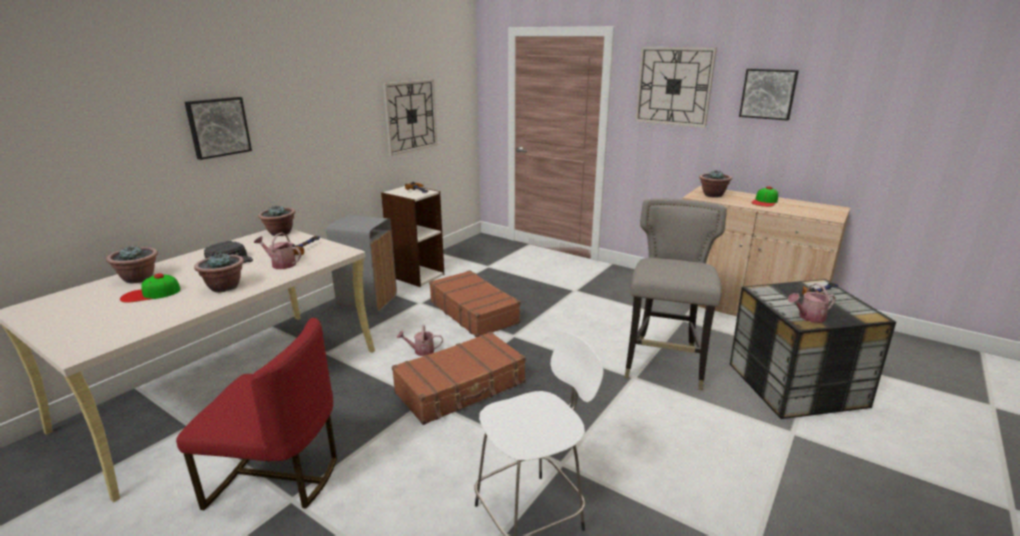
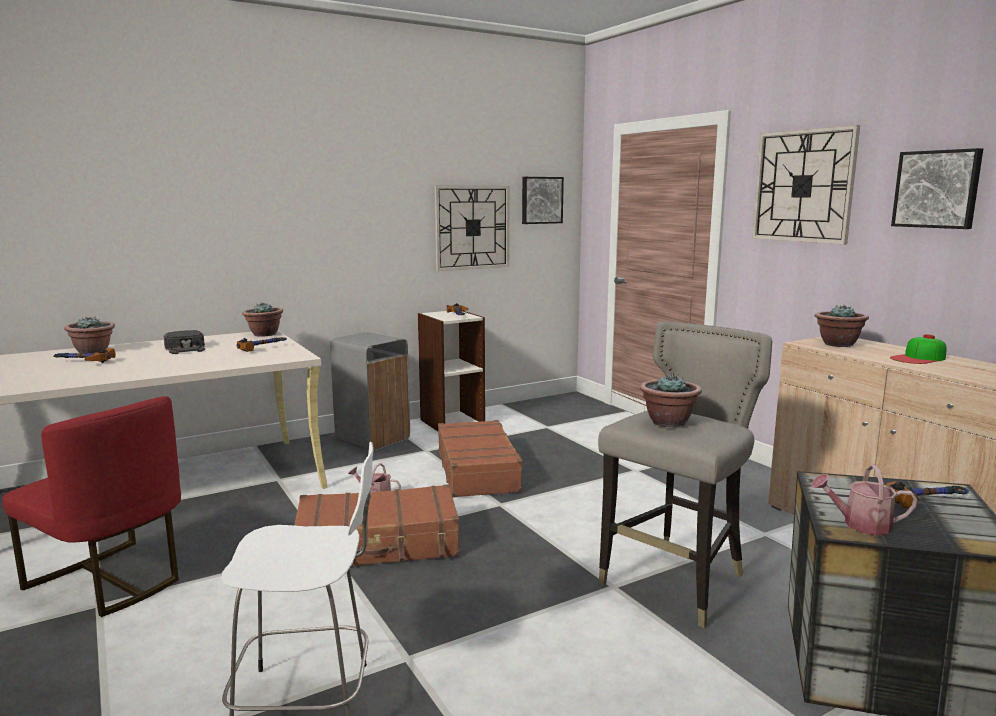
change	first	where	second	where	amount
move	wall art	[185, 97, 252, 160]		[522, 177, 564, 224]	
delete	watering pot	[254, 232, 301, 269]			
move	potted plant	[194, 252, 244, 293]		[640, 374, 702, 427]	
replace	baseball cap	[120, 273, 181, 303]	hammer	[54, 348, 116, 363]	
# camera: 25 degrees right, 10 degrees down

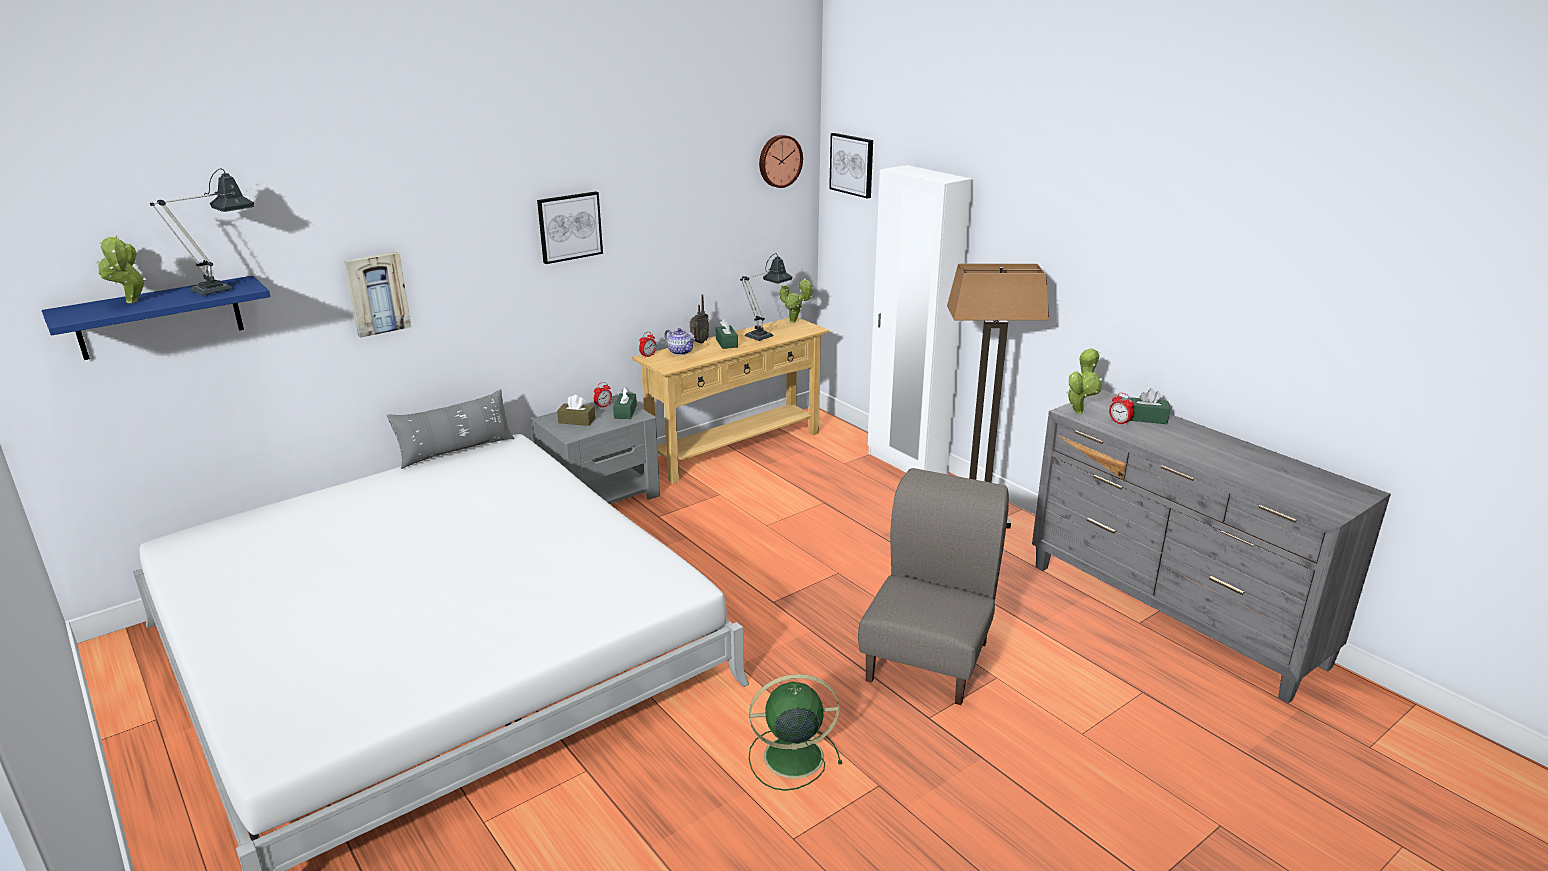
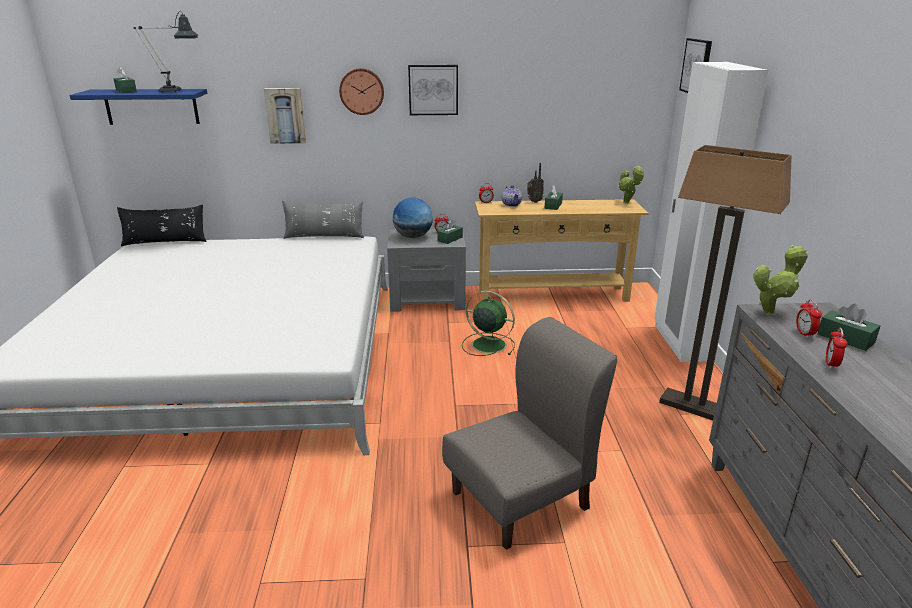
change	first	where	second	where	amount
move	wall clock	[759, 135, 803, 188]		[339, 68, 384, 115]	
replace	potted plant	[97, 235, 146, 303]	box of tissues in green-coloured	[114, 67, 137, 93]	
delete	lamp for a table	[740, 254, 793, 341]			
replace	box of tissues in brown	[557, 395, 595, 426]	desk globe	[393, 197, 433, 238]	
move	fan in green-coloured	[749, 674, 842, 791]		[462, 291, 515, 356]	
insert			throw pillow in blackish	[117, 204, 207, 246]	
insert			table clock	[826, 328, 847, 370]	
# camera: 35 degrees right, 0 degrees up

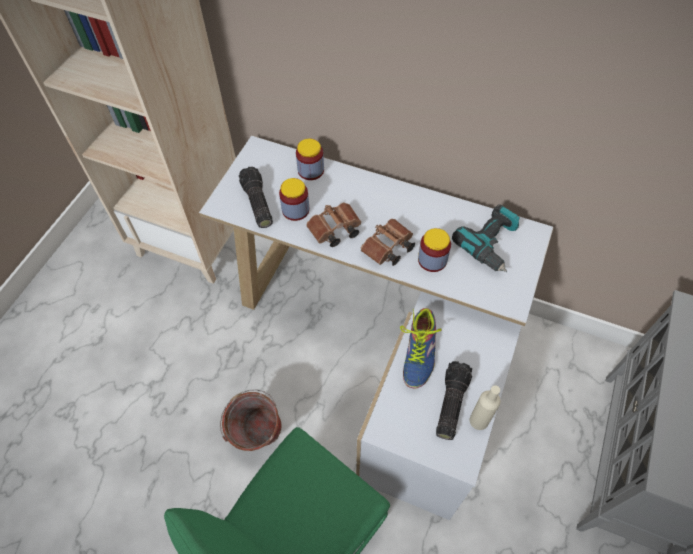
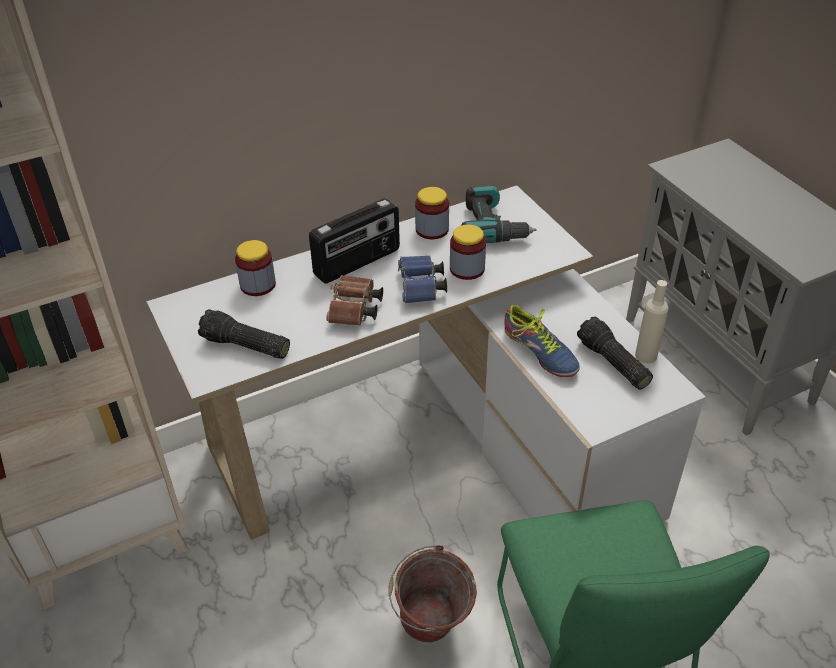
change	first	where	second	where	amount
move	preserve jar	[279, 178, 309, 221]		[415, 187, 449, 239]	
recolor	pair of binoculars in brown	[361, 219, 415, 266]	pair of binoculars in bluish	[398, 256, 447, 303]	
insert			radio	[309, 198, 400, 284]	
# camera: 50 degrees left, 15 degrees down

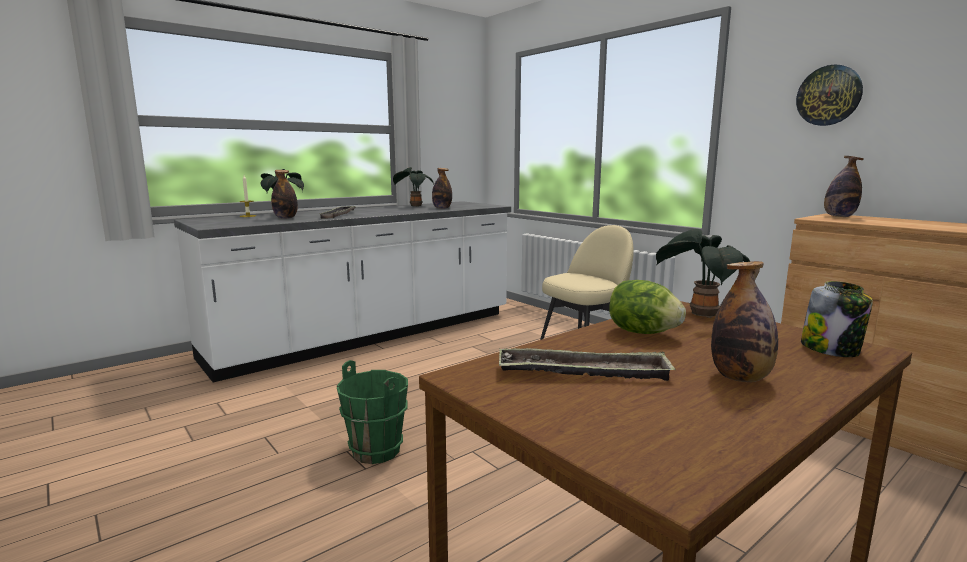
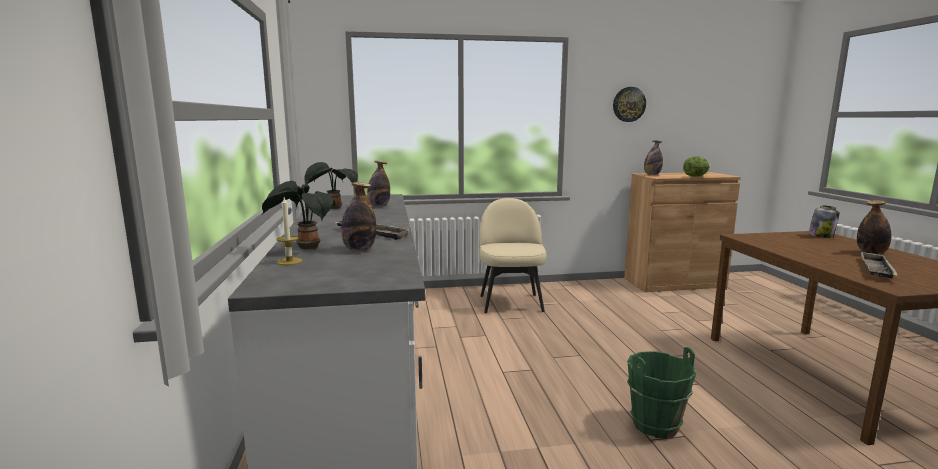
change	first	where	second	where	amount
delete	potted plant	[656, 229, 750, 318]			
move	lettuce	[609, 280, 686, 334]		[683, 156, 710, 177]	
# camera: 60 degrees left, 0 degrees up

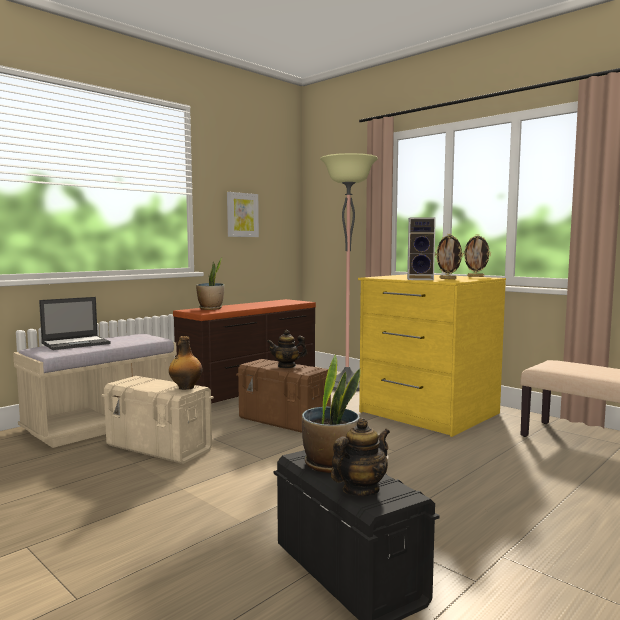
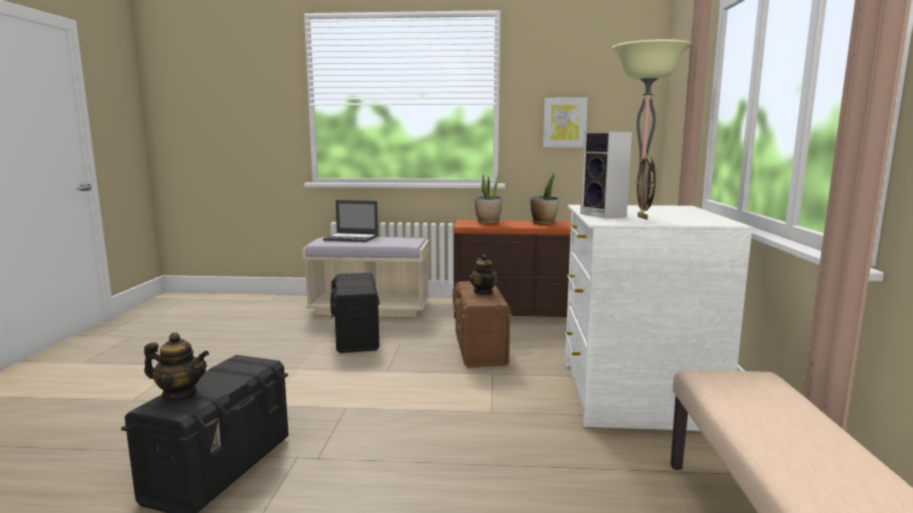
change	first	where	second	where	amount
delete	photo frame	[463, 234, 491, 277]			
recolor	dresser in yellow	[358, 274, 506, 437]	dresser in white-coloured	[565, 205, 753, 431]	
rotate	tea pot	[267, 330, 307, 368]		[469, 254, 498, 295]	150 degrees counterclockwise
delete	bottle	[169, 336, 203, 390]			
move	potted plant	[302, 355, 361, 473]		[530, 170, 559, 224]	
recolor	storage box in beige	[102, 376, 214, 464]	storage box in blackish	[330, 273, 380, 353]	
# camera: 50 degrees right, 5 degrees up

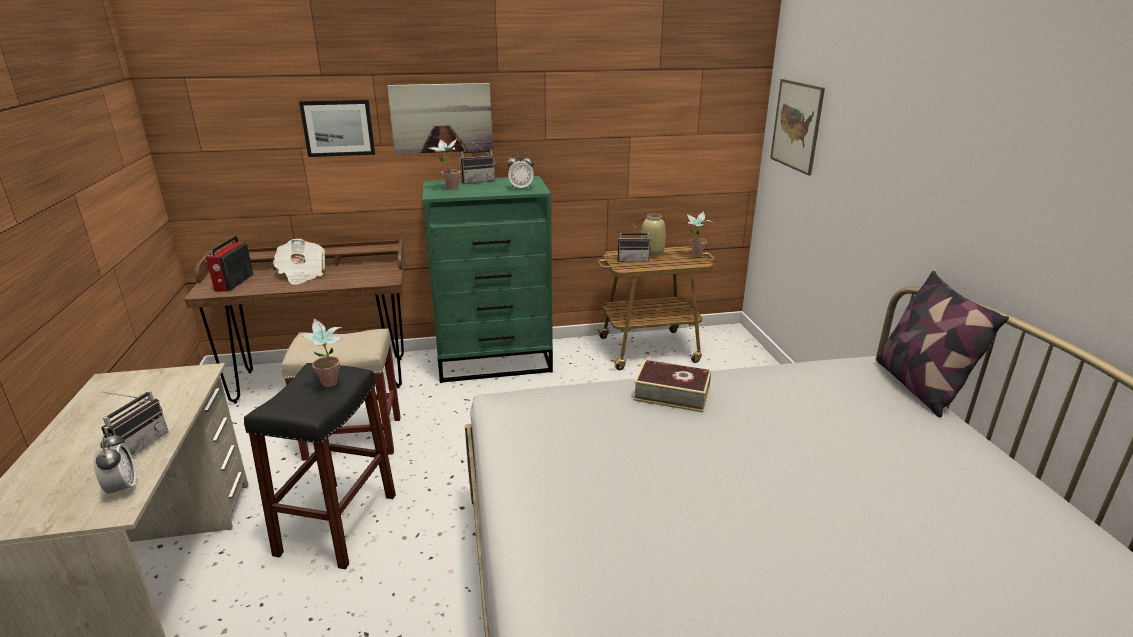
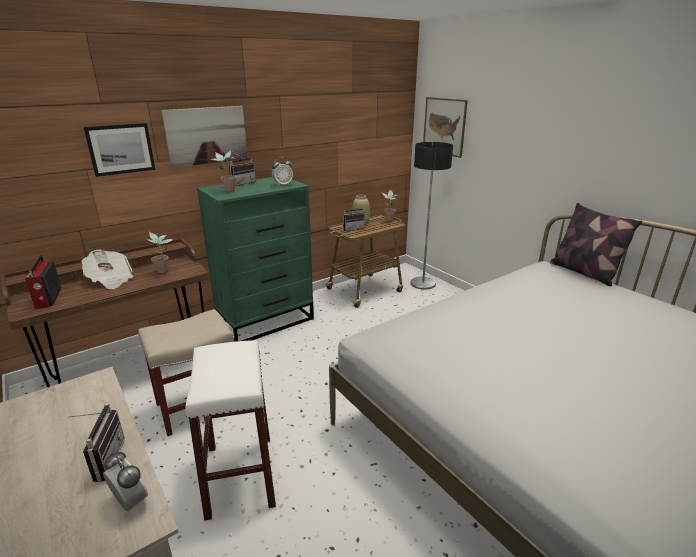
change	first	where	second	where	amount
move	potted plant	[299, 318, 342, 387]		[146, 232, 174, 273]	
delete	bound book	[633, 360, 711, 412]			
recolor	stool seat in blackish	[244, 363, 396, 569]	stool seat in white-coloured	[186, 340, 276, 521]	
insert			standard lamp	[410, 142, 453, 290]	
# camera: 25 degrees left, 0 degrees up

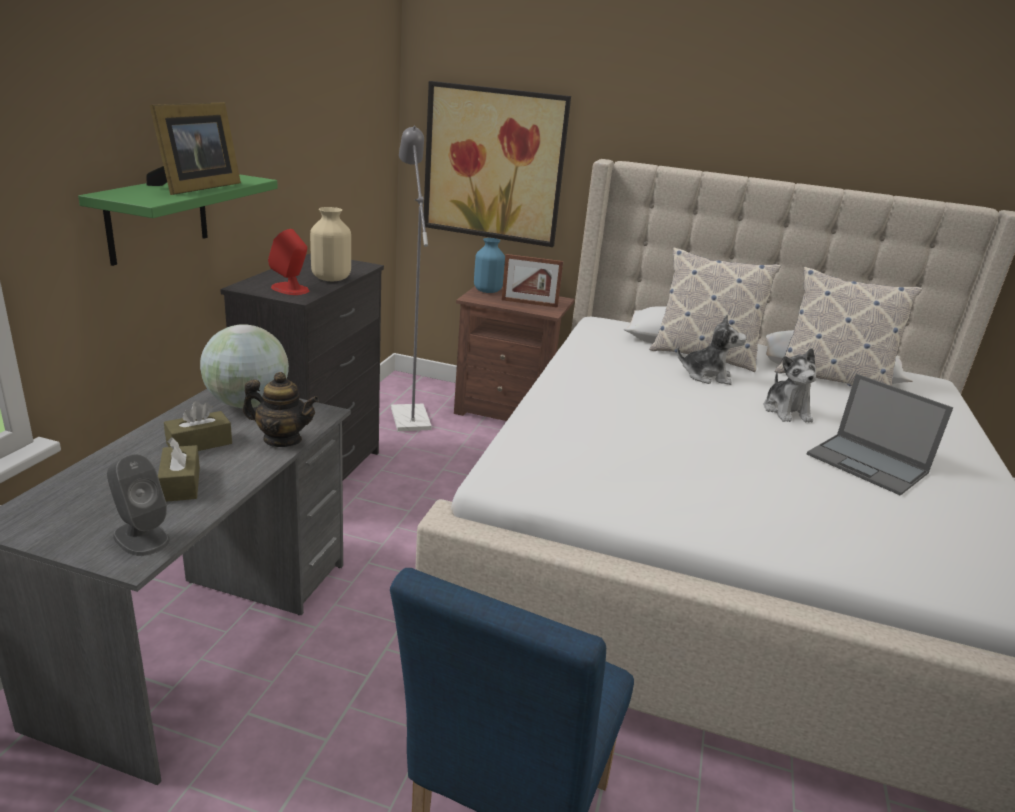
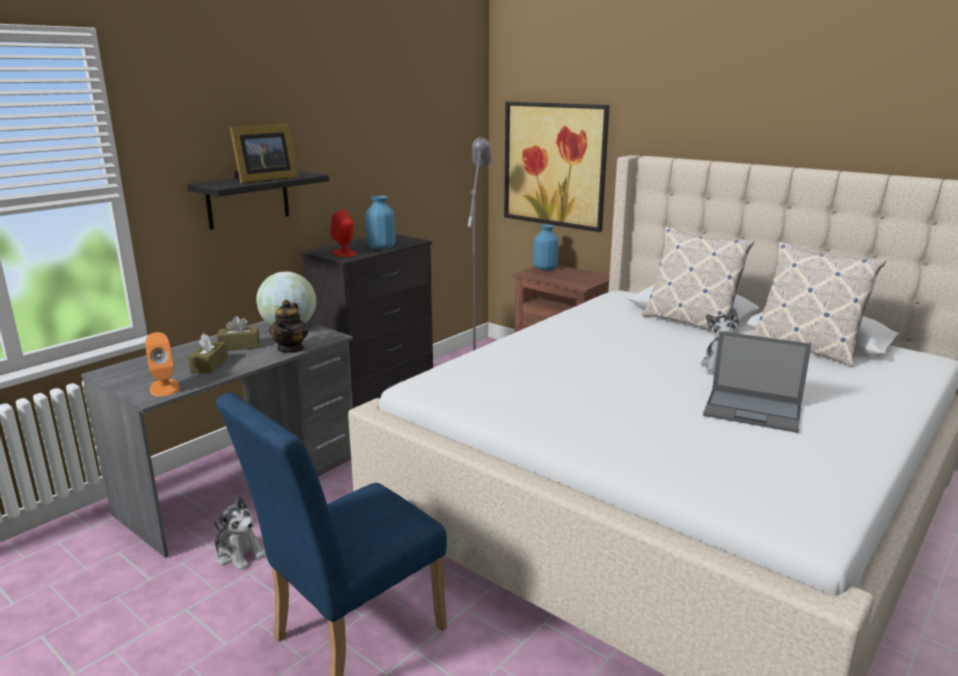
change	first	where	second	where	amount
recolor	wall shelf in green-coloured	[78, 174, 278, 266]	wall shelf in blackish	[187, 171, 329, 230]	
recolor	vase in beige	[310, 207, 351, 281]	vase in bluish	[365, 196, 396, 250]	
delete	photo frame	[502, 254, 563, 308]			
move	plush toy	[677, 314, 747, 385]		[213, 496, 266, 570]	
rotate	tea pot	[243, 372, 319, 447]		[269, 300, 308, 353]	60 degrees clockwise
rotate	notebook computer	[807, 374, 953, 496]		[703, 331, 812, 433]	45 degrees counterclockwise
recolor	loudspeaker in greyish	[107, 454, 170, 556]	loudspeaker in orangey	[145, 332, 179, 396]	
# camera: 25 degrees right, 5 degrees down

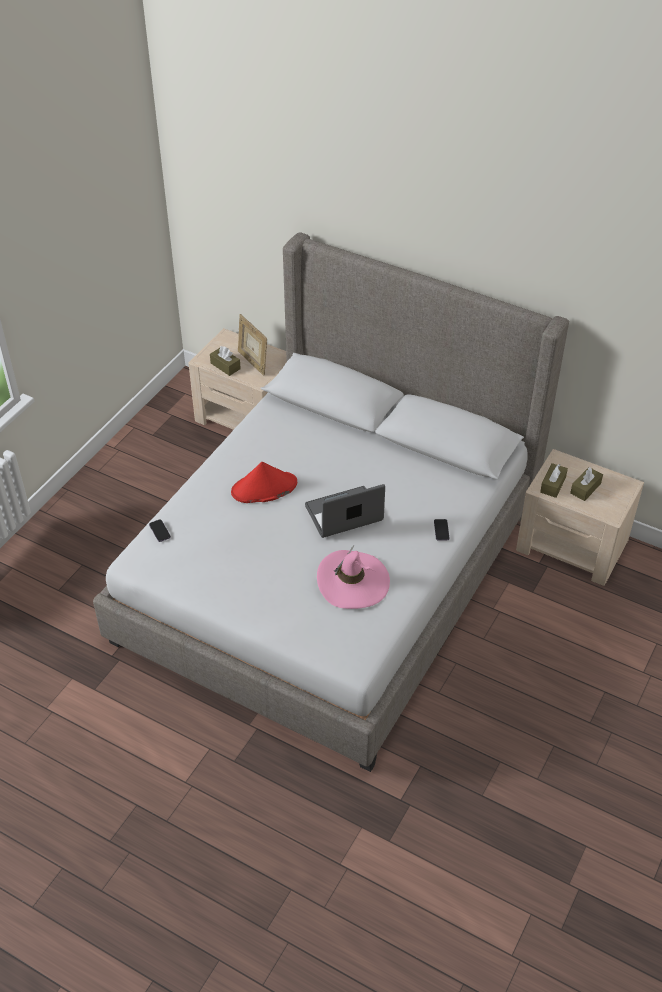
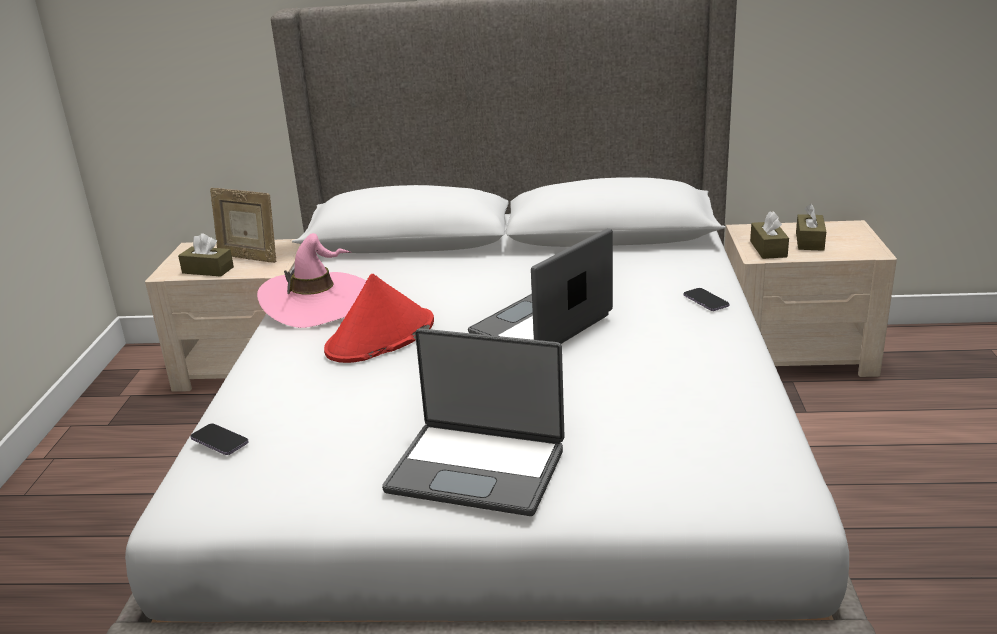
change	first	where	second	where	amount
move	clothing hat in pink	[317, 545, 390, 609]		[257, 233, 366, 328]	
insert			notebook computer	[382, 328, 565, 516]	
# camera: 25 degrees left, 20 degrees down

